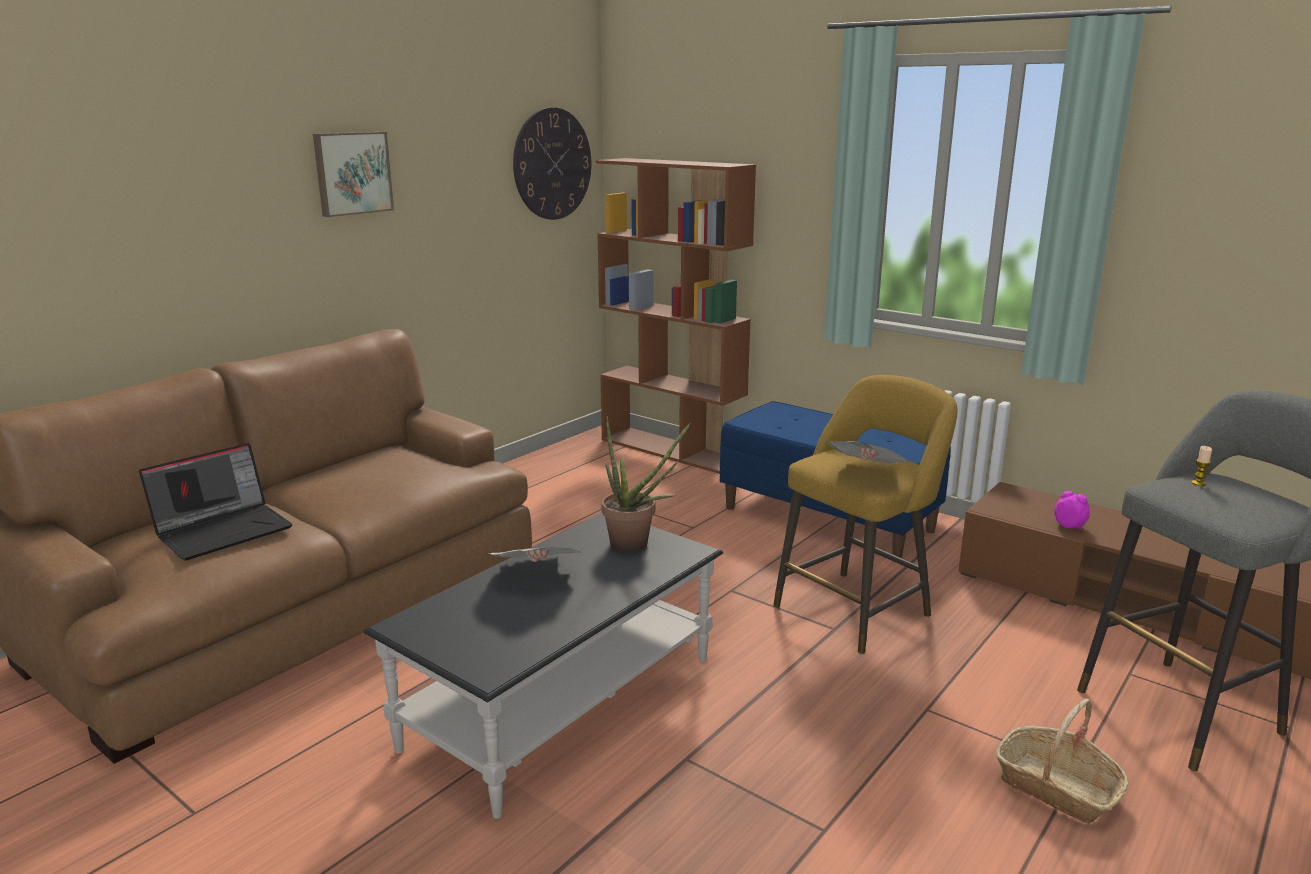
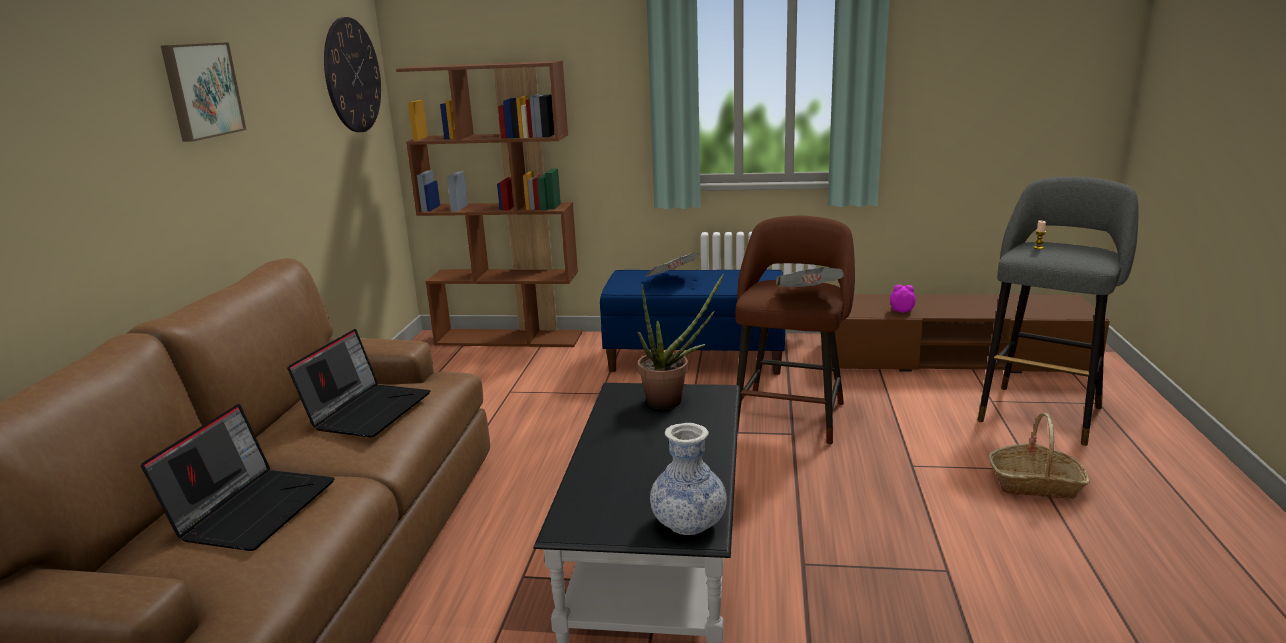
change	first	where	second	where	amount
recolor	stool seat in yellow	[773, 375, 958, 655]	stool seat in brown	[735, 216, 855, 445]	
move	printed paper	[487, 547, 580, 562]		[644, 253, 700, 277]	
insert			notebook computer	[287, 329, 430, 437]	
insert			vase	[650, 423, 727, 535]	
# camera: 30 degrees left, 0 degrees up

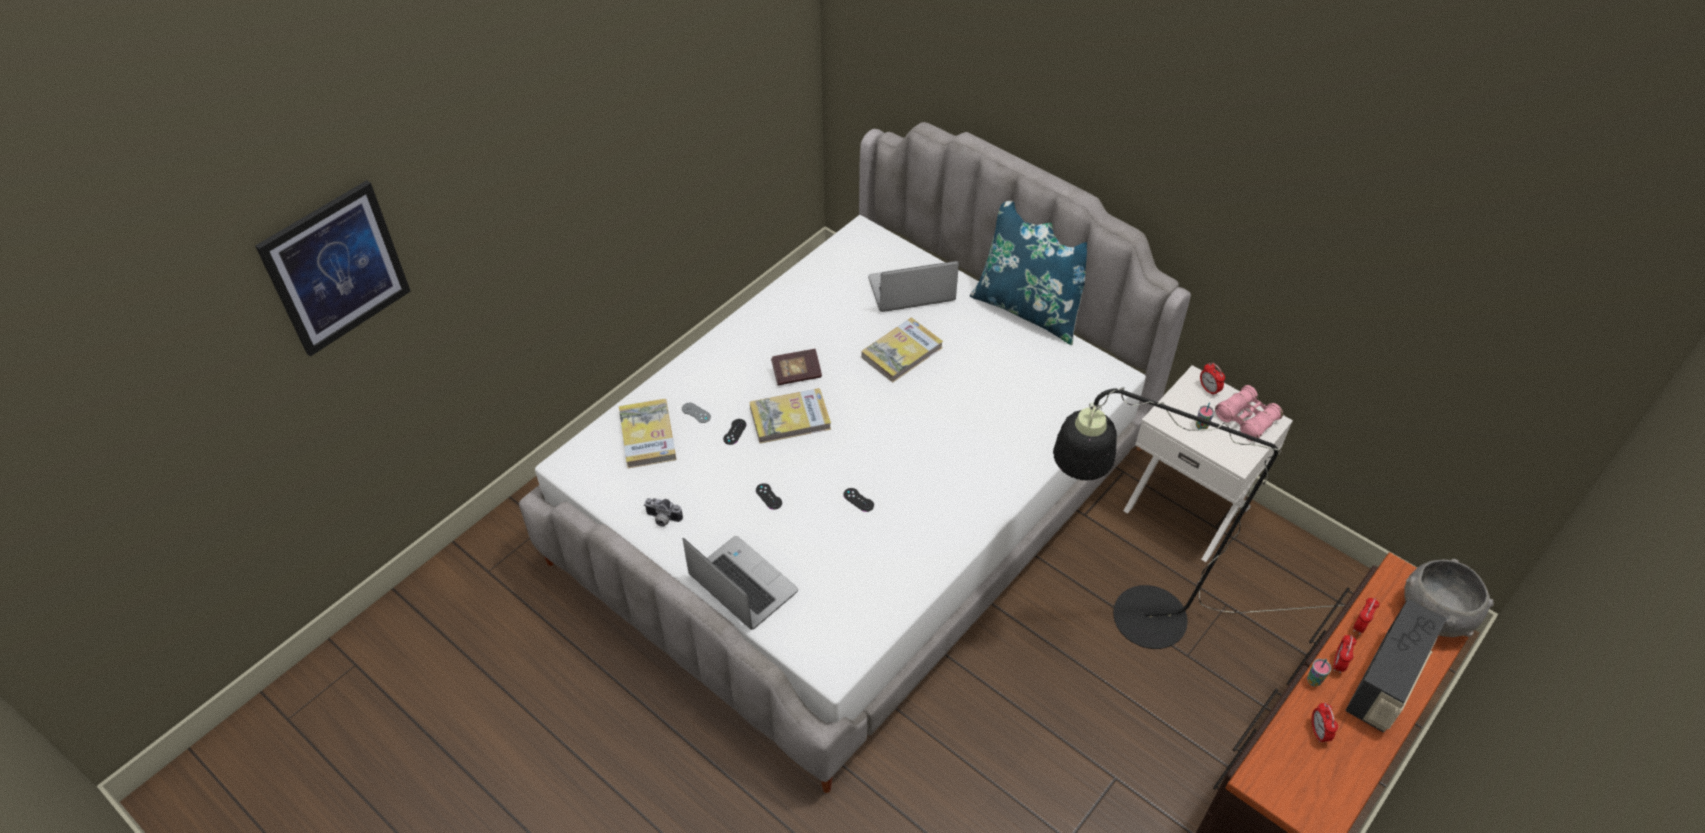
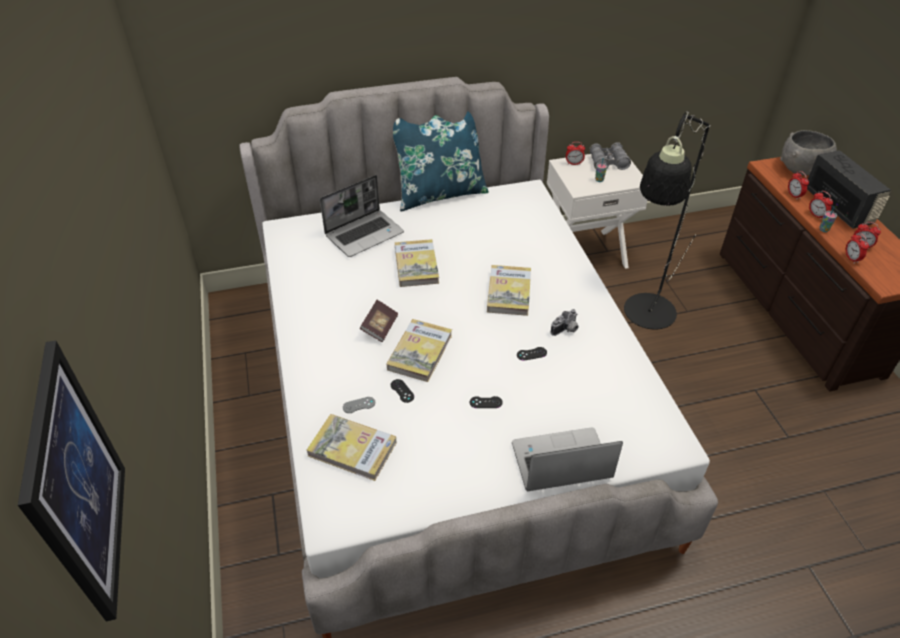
change	first	where	second	where	amount
rotate	notebook computer	[868, 261, 959, 312]		[320, 175, 404, 257]	150 degrees counterclockwise
recolor	pair of binoculars in pink	[1215, 385, 1283, 441]	pair of binoculars in greyish	[589, 142, 631, 170]	
move	photo camera	[644, 498, 683, 527]		[551, 309, 579, 336]	
insert			table clock	[845, 233, 869, 264]	
insert			bound book	[487, 265, 531, 316]	
# camera: 55 degrees left, 5 degrees down

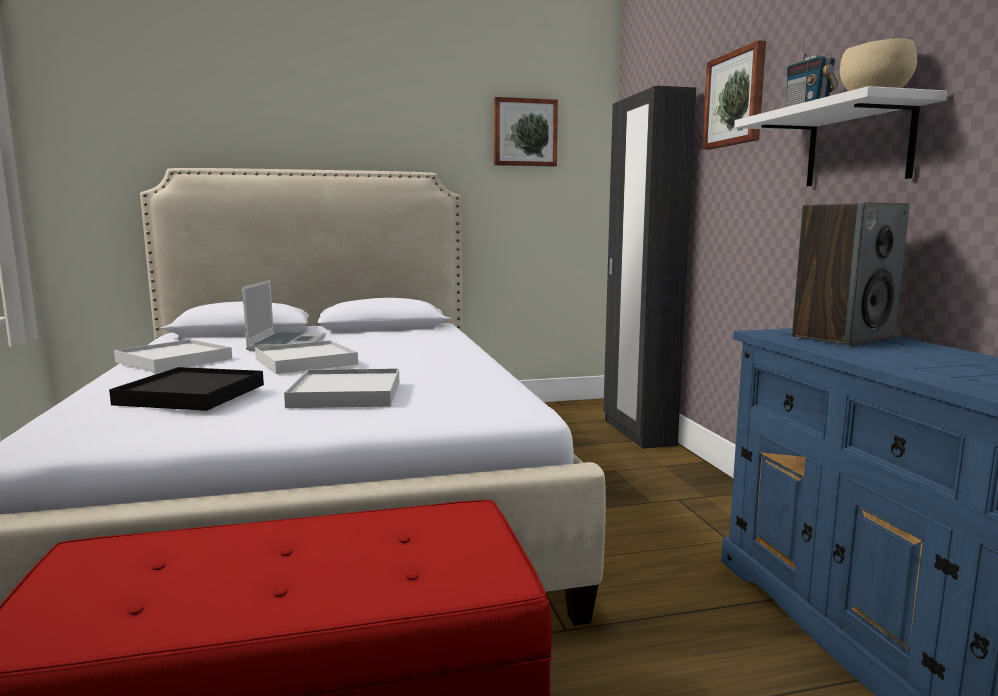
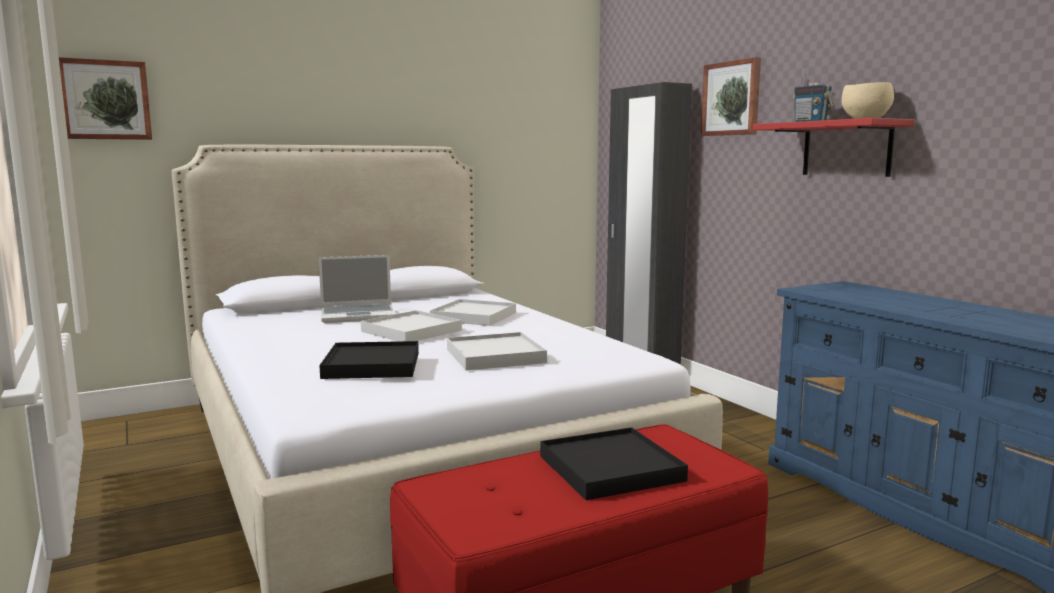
change	first	where	second	where	amount
recolor	wall shelf in white-coloured	[734, 86, 947, 186]	wall shelf in red	[753, 118, 915, 177]	
move	wall art	[494, 97, 558, 167]		[59, 57, 152, 140]	
delete	loudspeaker	[792, 202, 910, 346]			
rotate	notebook computer	[242, 280, 326, 351]		[319, 255, 396, 323]	90 degrees clockwise
move	tray in white-coloured	[114, 339, 232, 373]		[430, 299, 516, 326]	
insert			tray in blackish	[540, 427, 688, 500]	
# camera: 15 degrees left, 0 degrees up

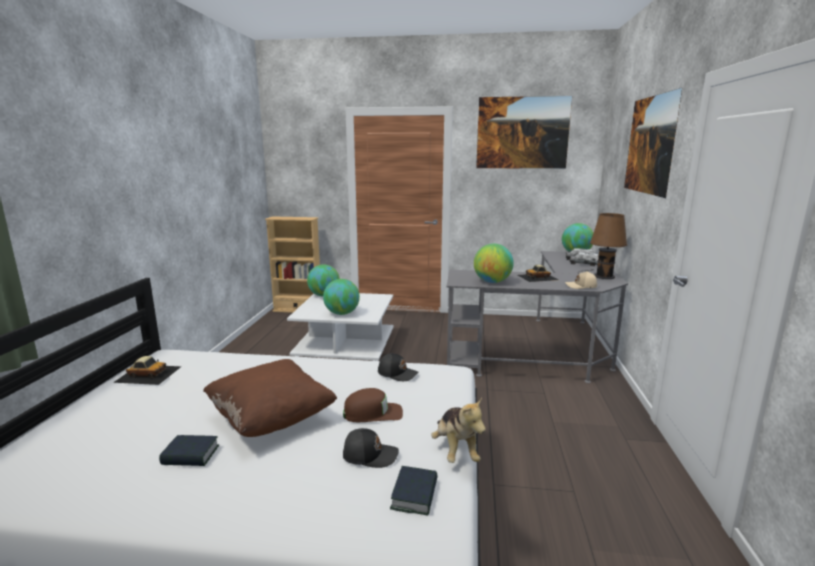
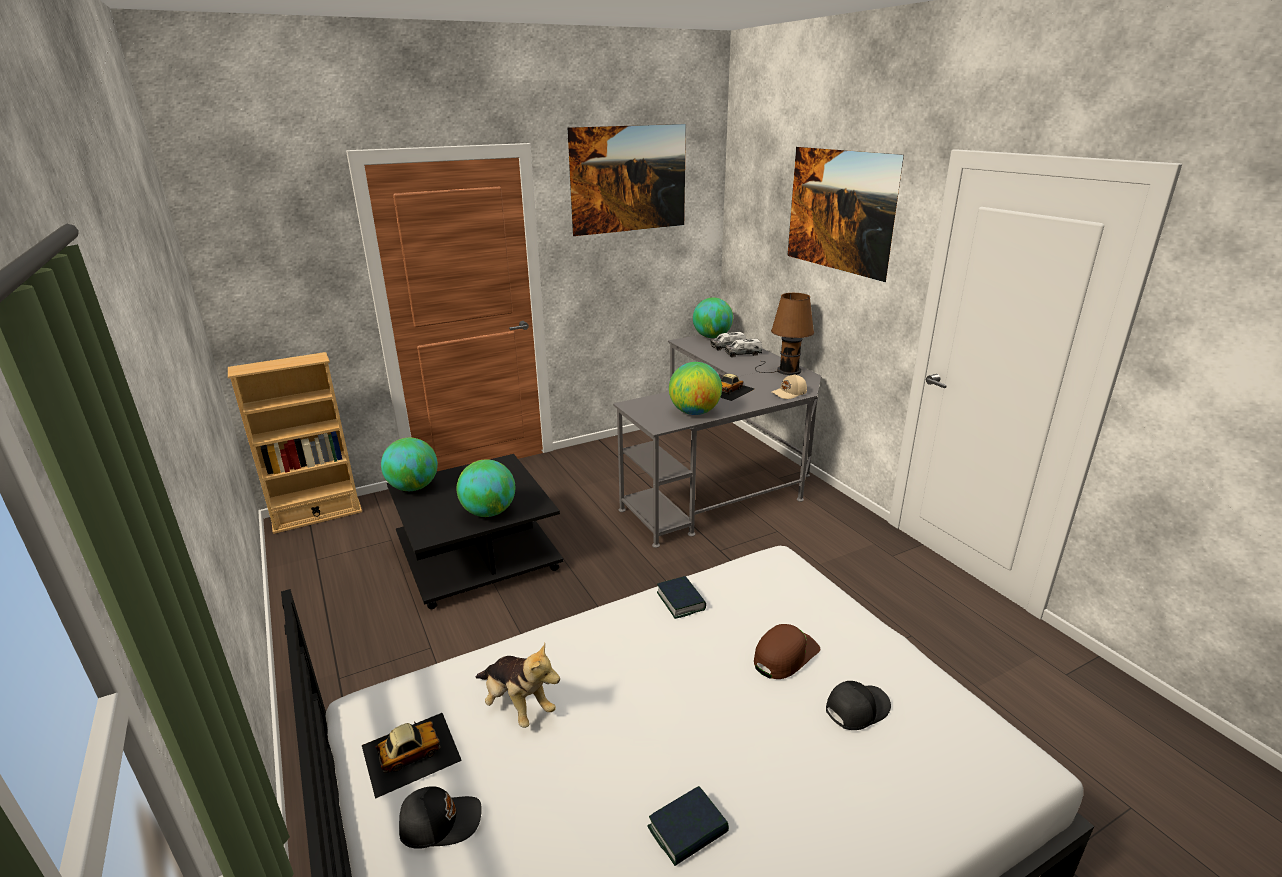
change	first	where	second	where	amount
recolor	lounge table in white-coloured	[287, 293, 394, 361]	lounge table in blackish	[387, 454, 563, 609]	
move	baseball cap in blackish	[378, 353, 418, 381]		[399, 786, 482, 849]	
delete	throw pillow in brown	[203, 359, 337, 437]			
move	plush toy	[431, 397, 486, 463]		[476, 643, 560, 728]	
move	bound book	[390, 466, 438, 516]		[657, 576, 706, 619]	
# camera: 35 degrees left, 10 degrees up

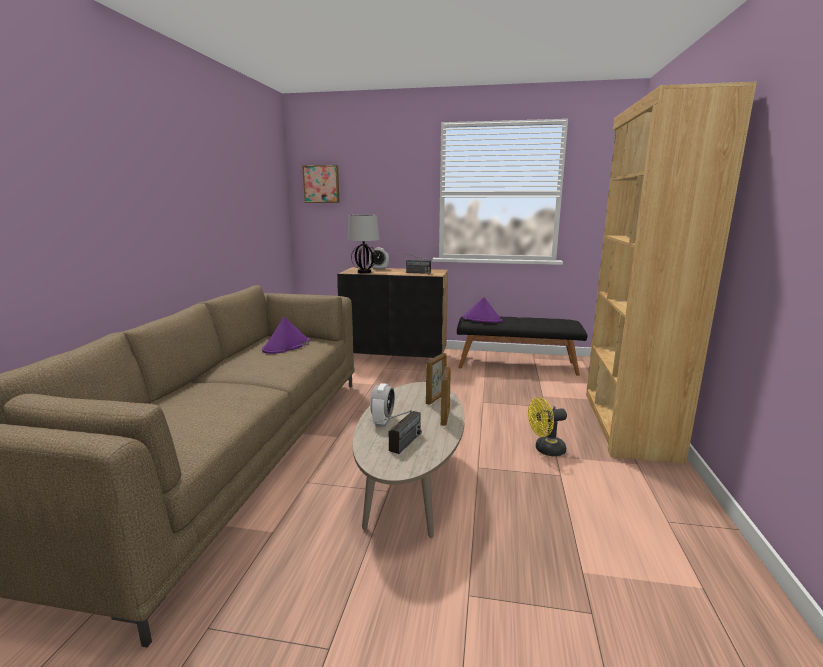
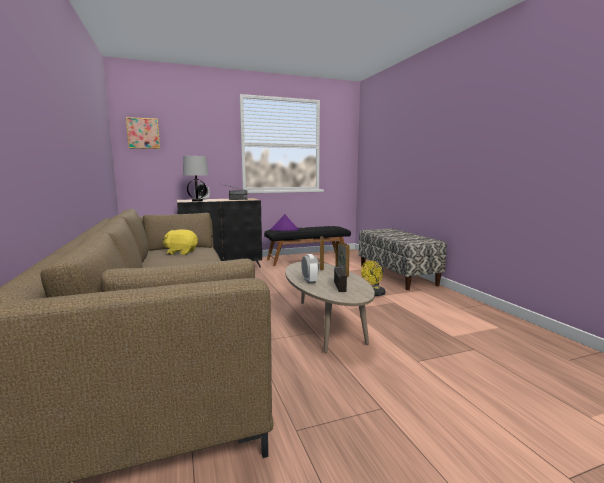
change	first	where	second	where	amount
replace	shelving unit in brown	[586, 82, 757, 464]	long seat	[359, 228, 447, 290]	
replace	clothing hat in purplish	[262, 317, 310, 354]	plush toy in yellow	[163, 229, 198, 255]	
# camera: 30 degrees left, 5 degrees down

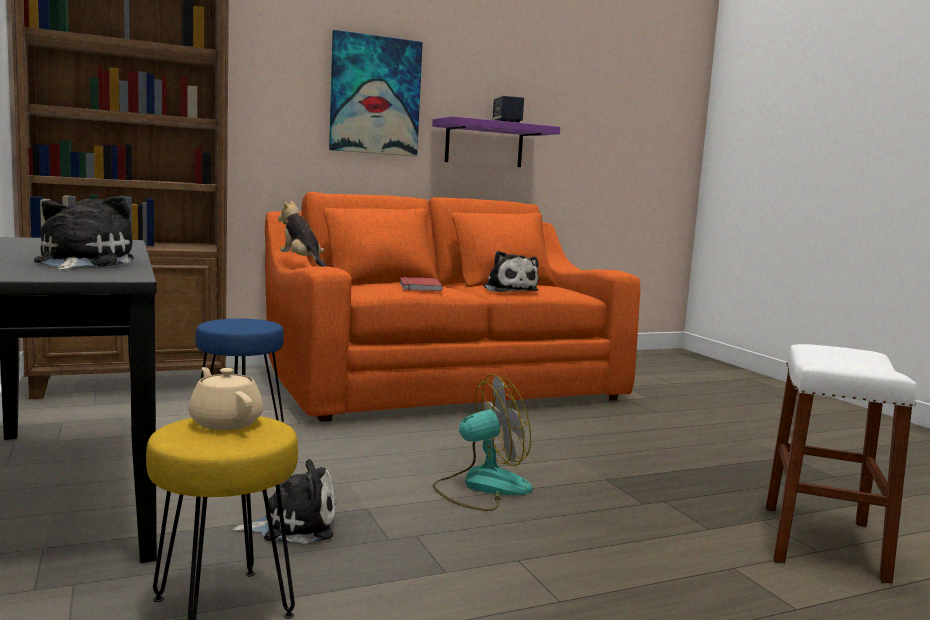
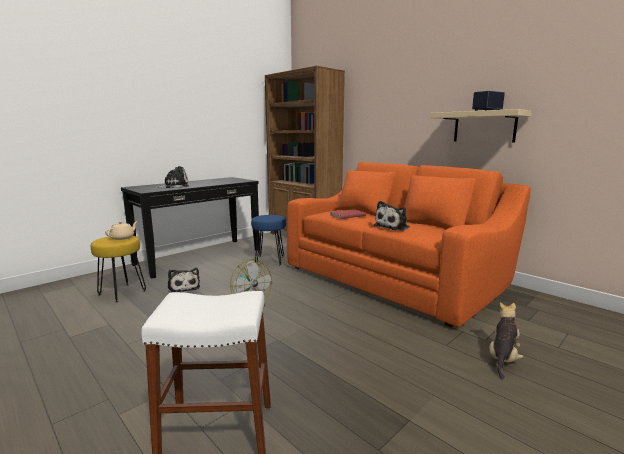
change	first	where	second	where	amount
delete	wall art	[329, 30, 423, 156]			
recolor	wall shelf in purplish	[432, 116, 560, 167]	wall shelf in beige	[431, 109, 532, 142]	
move	plush toy	[278, 199, 326, 267]		[489, 302, 524, 379]	
# camera: 70 degrees right, 5 degrees up

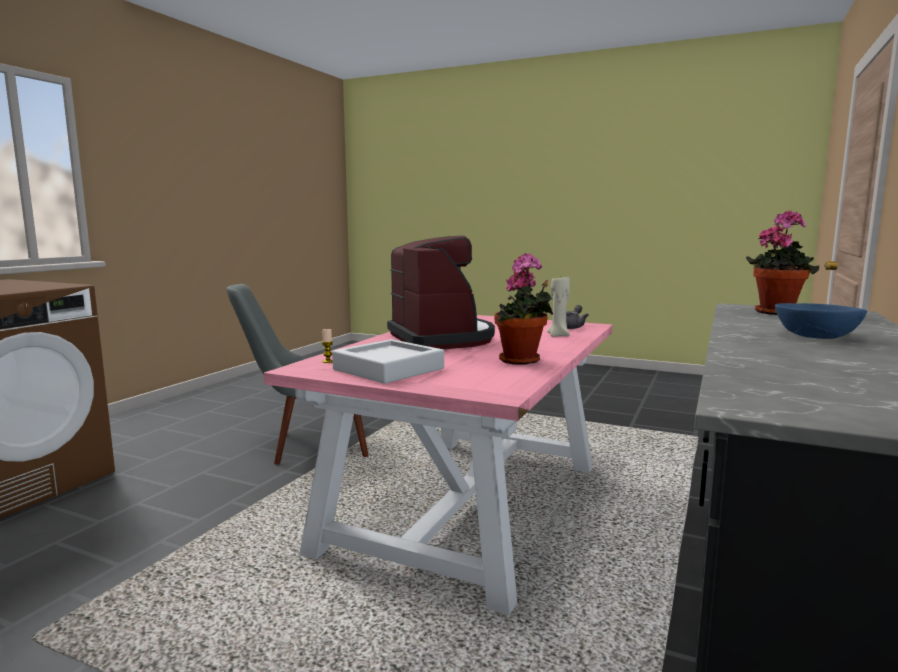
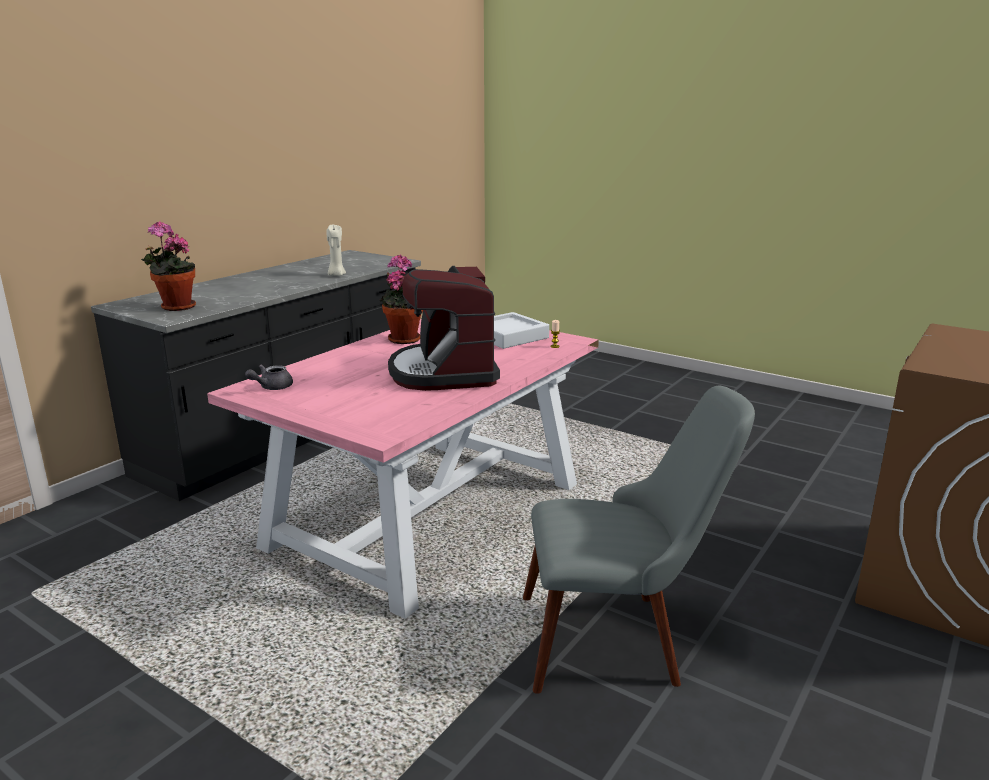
change	first	where	second	where	amount
move	candle in beige	[547, 276, 570, 337]		[327, 225, 346, 276]	
delete	serving bowl in bluish	[775, 303, 867, 339]			
# camera: 170 degrees left, 10 degrees up

